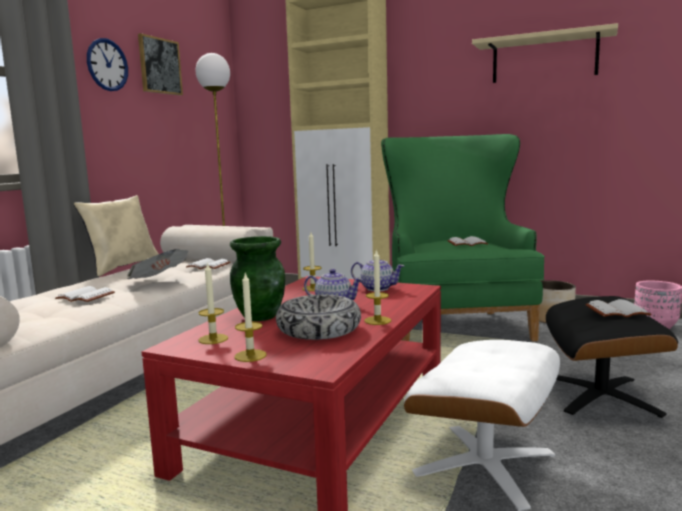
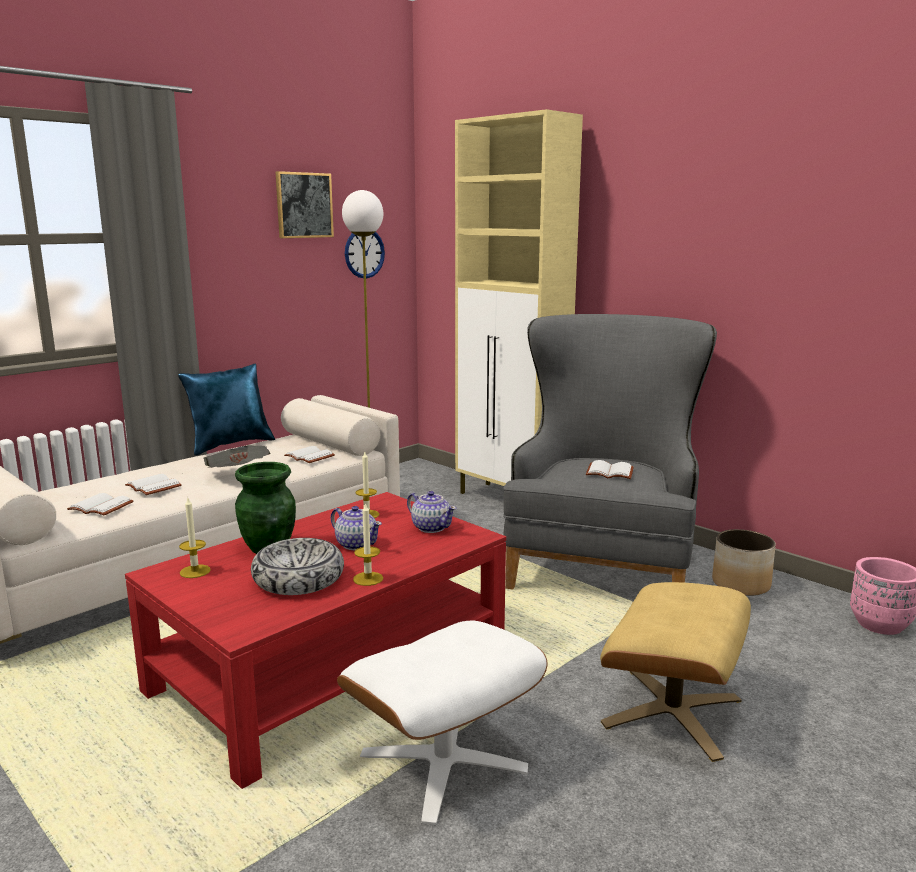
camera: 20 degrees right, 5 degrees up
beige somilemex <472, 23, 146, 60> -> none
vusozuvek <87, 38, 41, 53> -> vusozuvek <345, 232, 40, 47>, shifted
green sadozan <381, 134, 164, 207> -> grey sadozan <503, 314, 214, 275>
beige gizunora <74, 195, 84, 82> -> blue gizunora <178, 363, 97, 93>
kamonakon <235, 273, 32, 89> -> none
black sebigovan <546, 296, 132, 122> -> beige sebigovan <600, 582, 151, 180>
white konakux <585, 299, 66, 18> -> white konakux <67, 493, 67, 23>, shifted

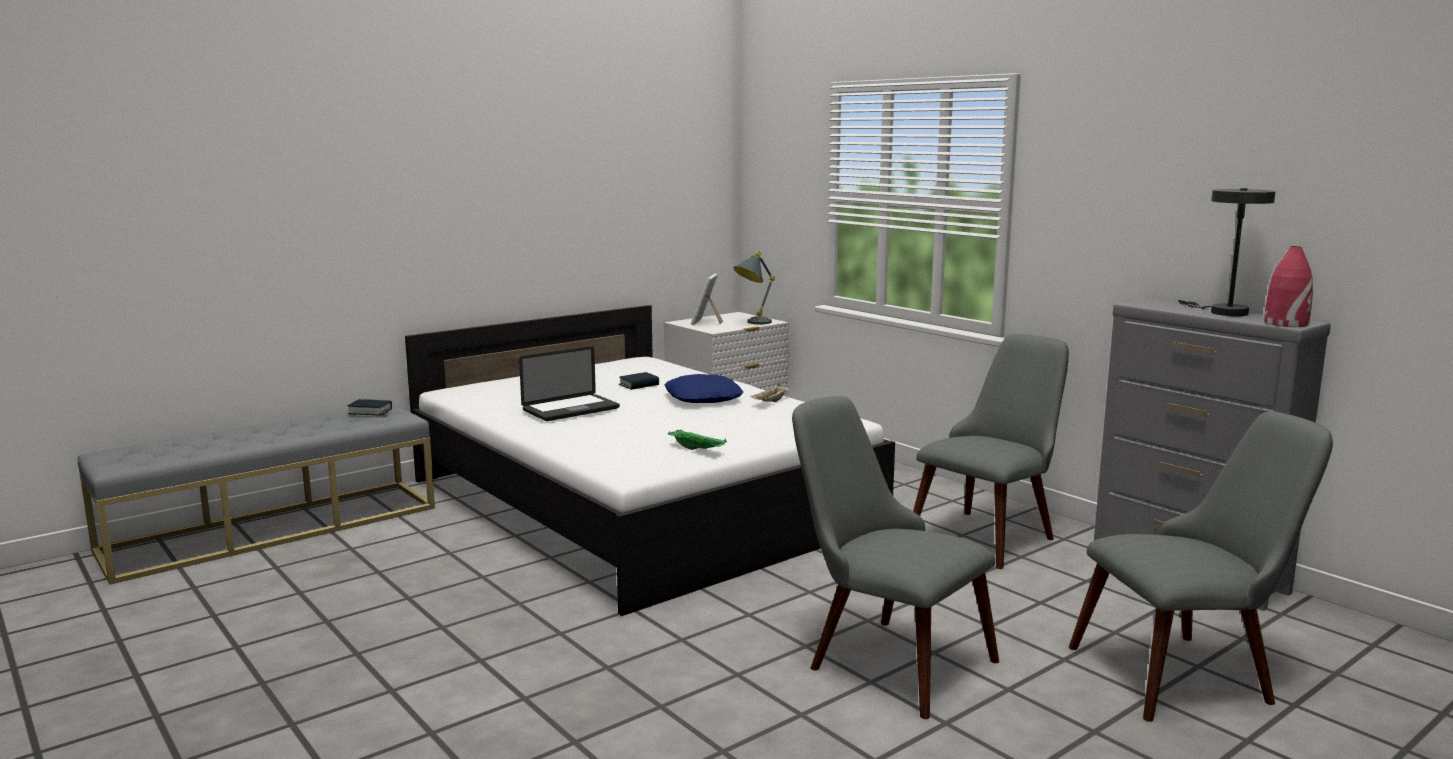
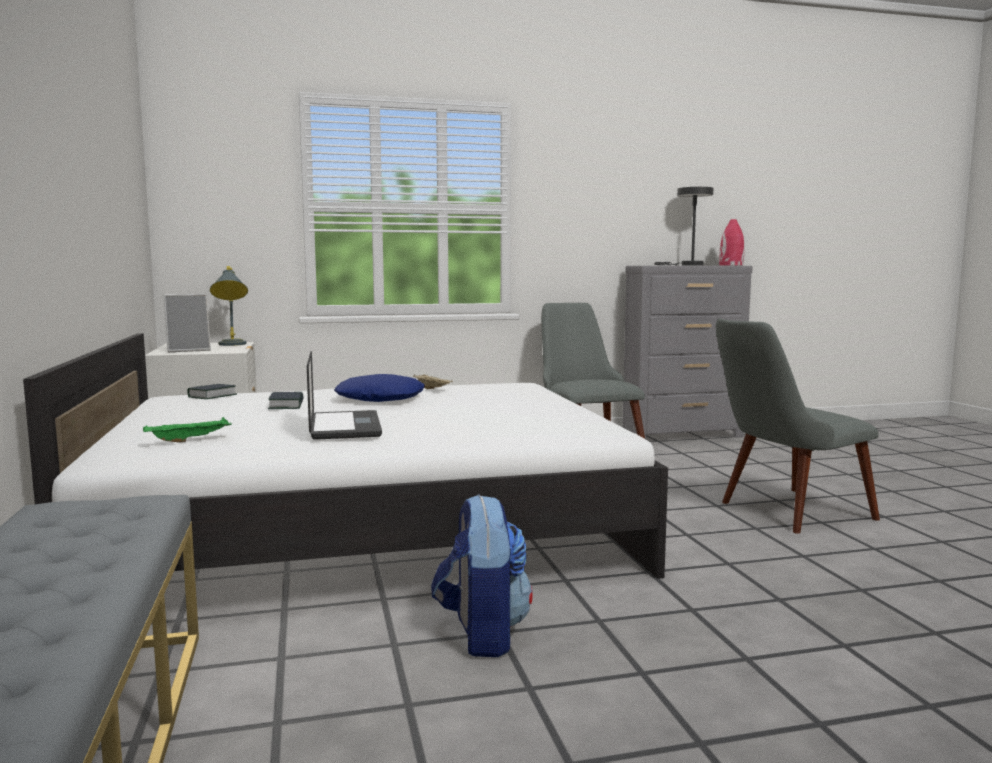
camera: 65 degrees left, 5 degrees down
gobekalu <691, 273, 32, 52> -> gobekalu <164, 294, 47, 58>, 60 degrees counterclockwise
konakux <347, 399, 45, 16> -> konakux <187, 384, 50, 15>, shifted
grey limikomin <1069, 411, 264, 311> -> none
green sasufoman <668, 430, 59, 20> -> green sasufoman <143, 417, 89, 25>, shifted
none -> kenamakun <431, 494, 102, 163>

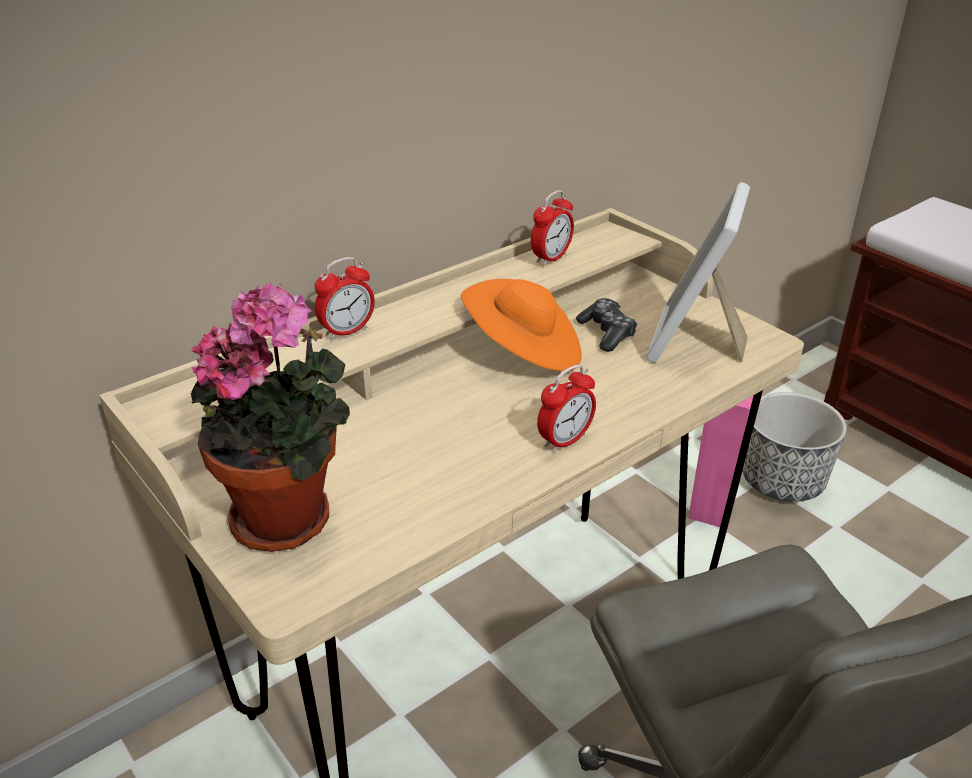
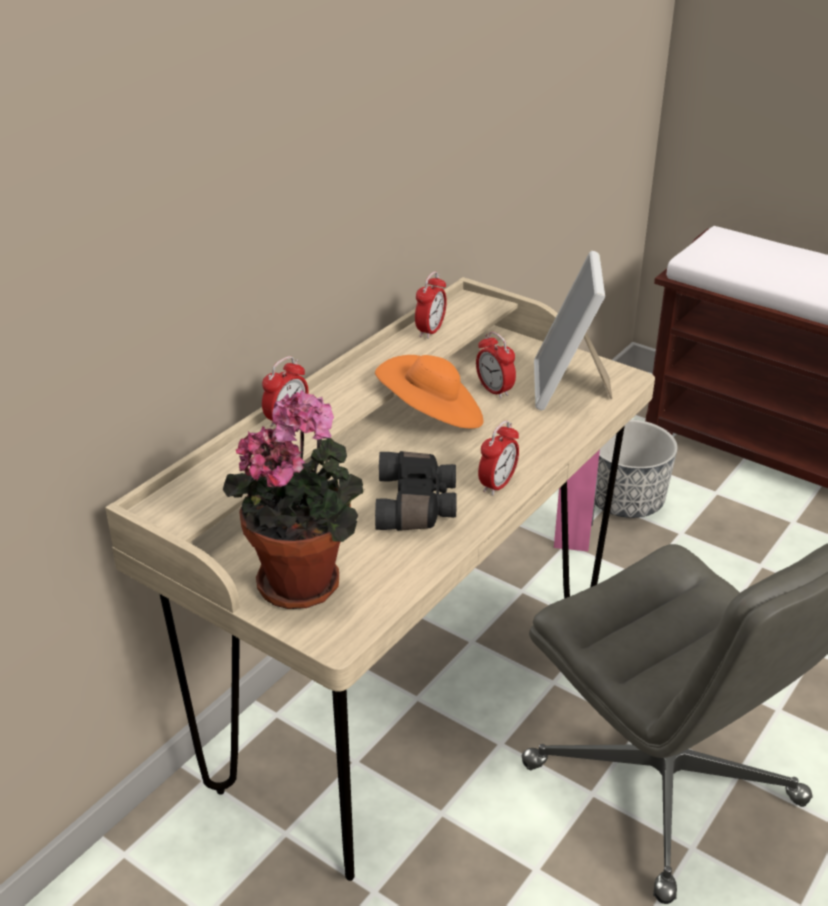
camera: 15 degrees left, 0 degrees up
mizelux <576, 298, 62, 54> -> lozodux <476, 331, 40, 68>
none -> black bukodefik <375, 451, 82, 80>

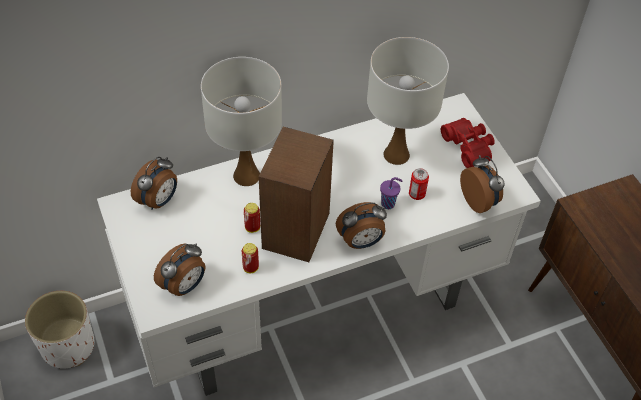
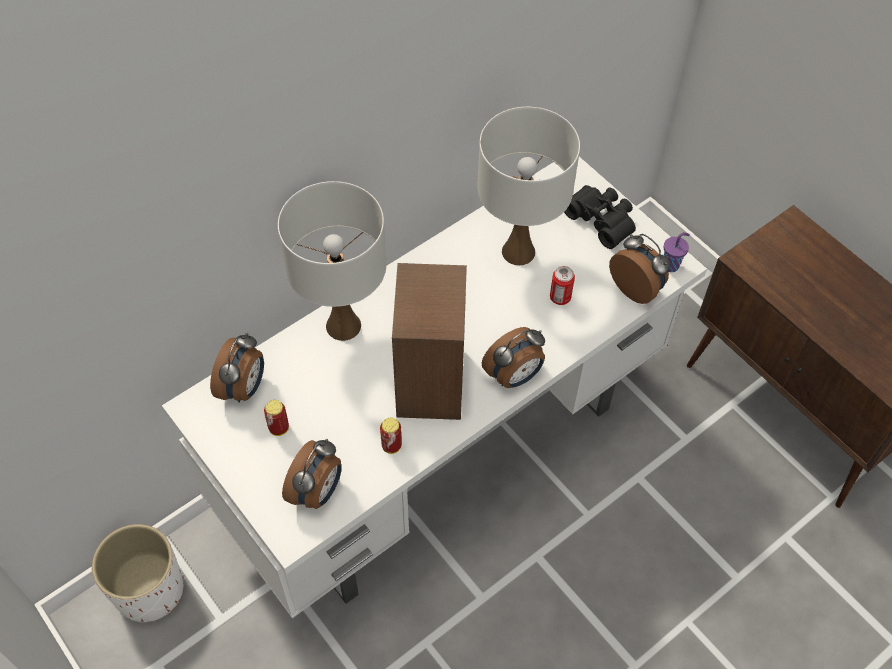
camera: 15 degrees left, 5 degrees up
red bukodefik <441, 118, 54, 50> -> black bukodefik <564, 185, 72, 64>
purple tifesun <380, 177, 23, 32> -> purple tifesun <664, 232, 26, 40>, shifted
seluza <244, 203, 16, 30> -> seluza <264, 400, 25, 36>, shifted

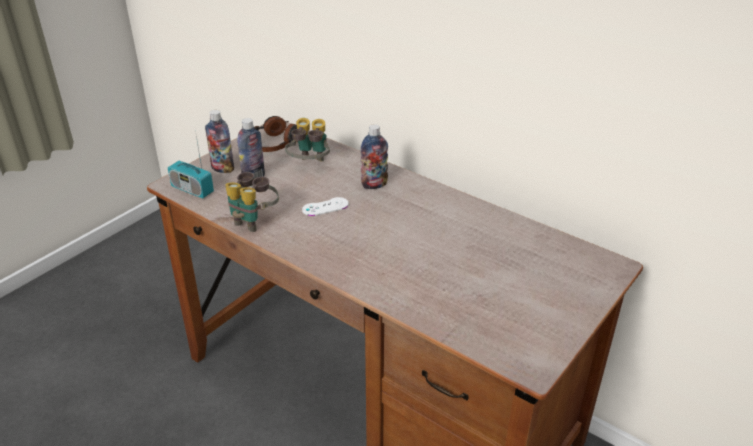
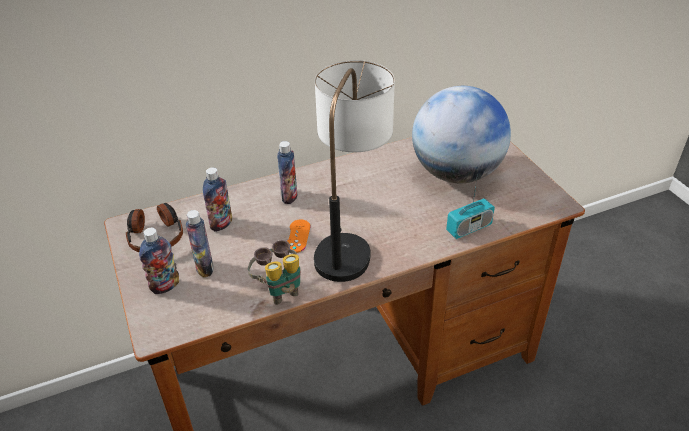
camera: 60 degrees left, 5 degrees up
bukodefik <285, 118, 45, 43> -> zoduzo <203, 167, 29, 65>
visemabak <168, 130, 46, 69> -> visemabak <446, 166, 49, 73>, shifted
white mizelux <302, 197, 47, 19> -> orange mizelux <287, 219, 23, 34>
none -> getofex <314, 60, 81, 222>
none -> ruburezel <412, 86, 99, 97>

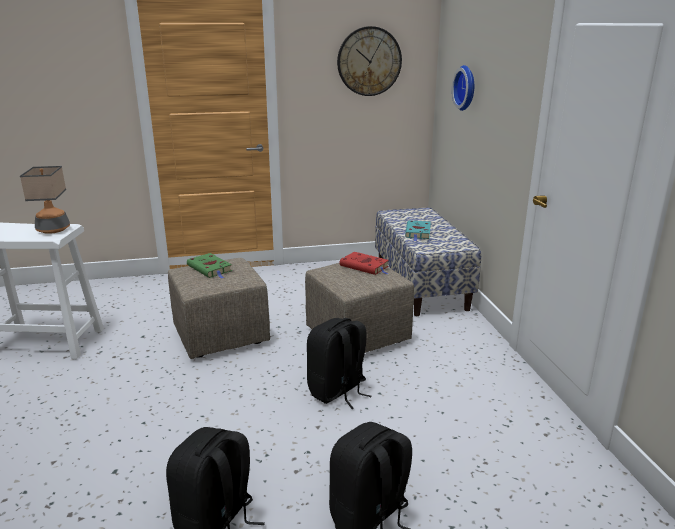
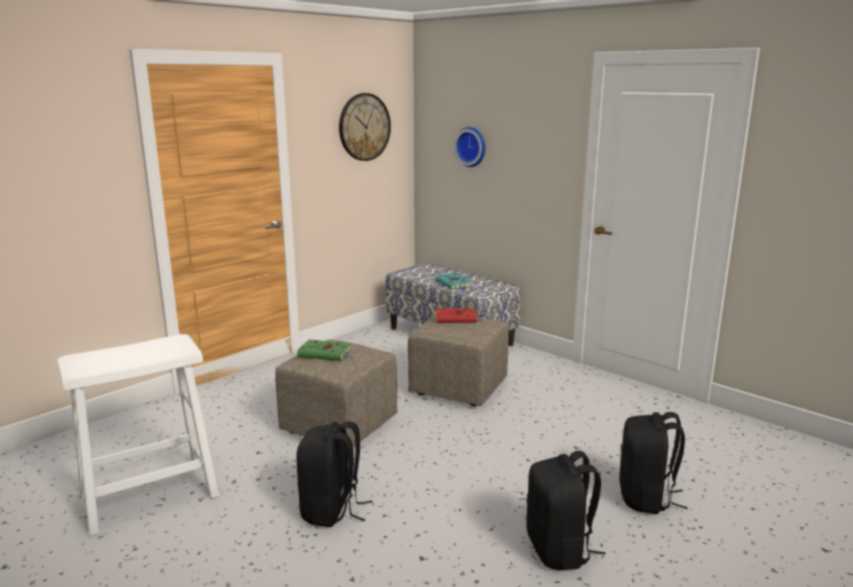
camera: 35 degrees left, 5 degrees down
getofex <20, 166, 50, 68> -> none
black kenamakun <307, 318, 65, 91> -> black kenamakun <296, 421, 76, 106>, shifted

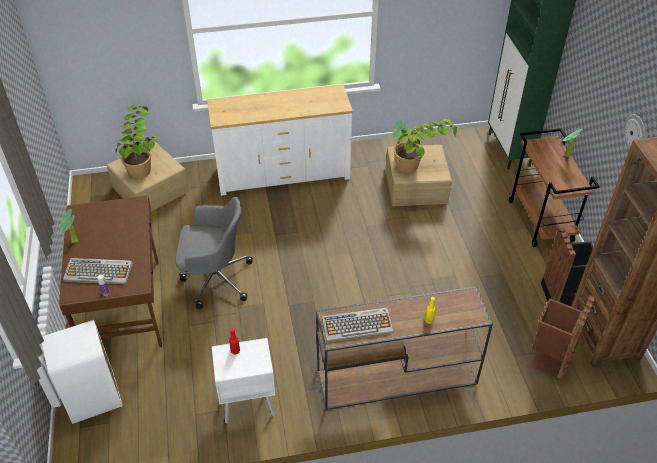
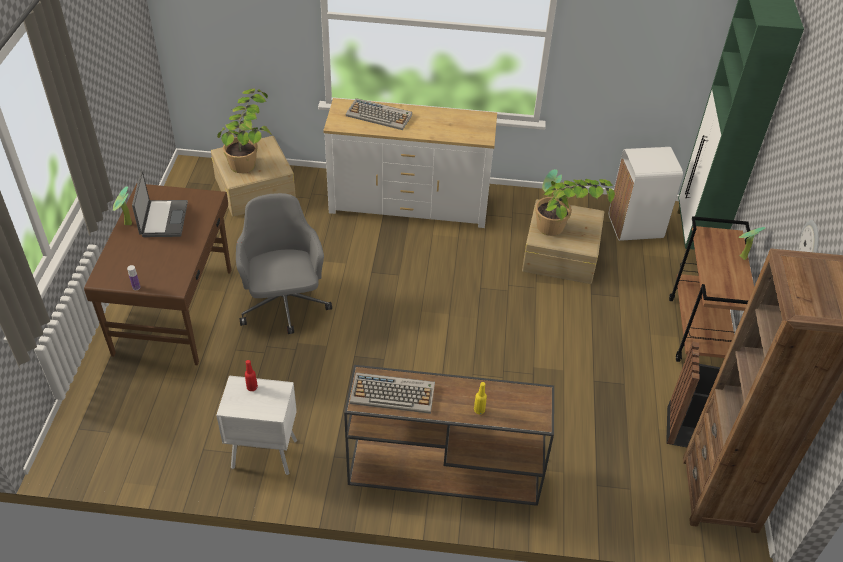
camera: 15 degrees right, 0 degrees up
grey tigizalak <175, 197, 78, 112> -> grey tigizalak <236, 193, 96, 141>, 120 degrees counterclockwise
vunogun <63, 258, 70, 26> -> vunogun <346, 98, 66, 32>, shifted
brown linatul <530, 295, 66, 85> -> none
white linatul <42, 320, 81, 104> -> white linatul <609, 147, 74, 94>, shifted
none -> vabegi <132, 171, 56, 66>

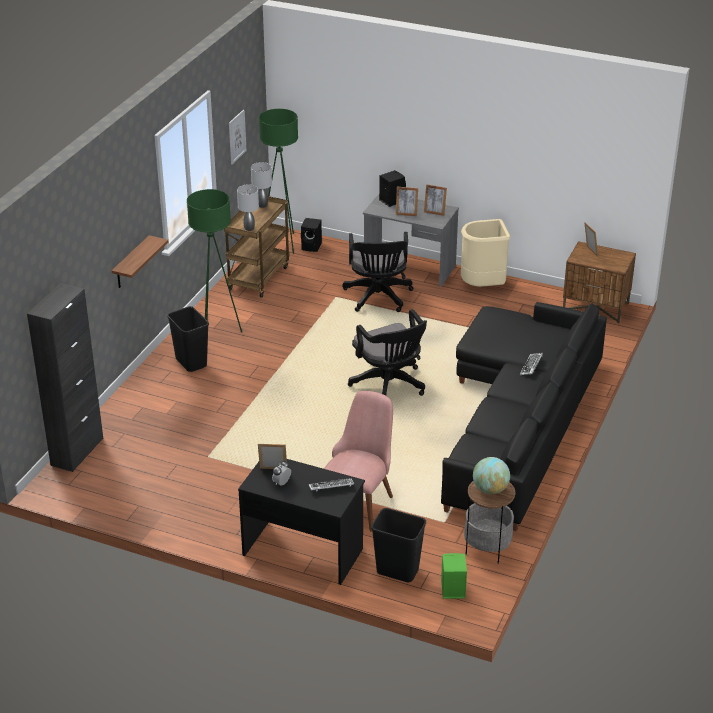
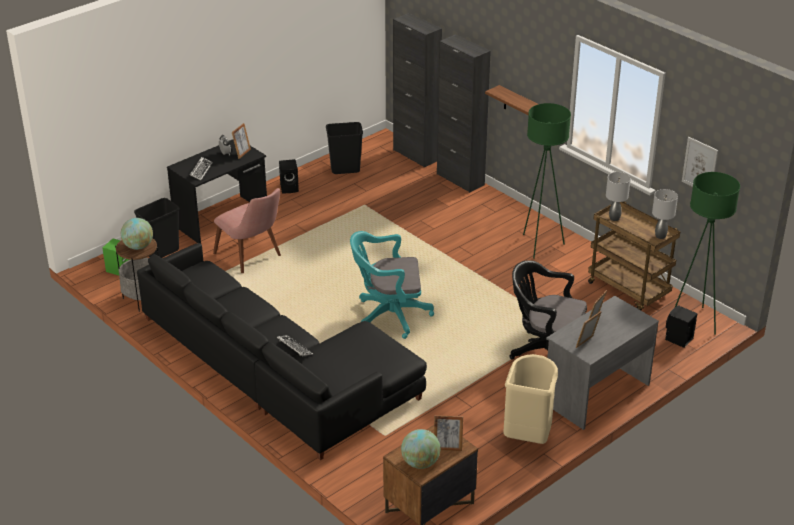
camera: 115 degrees right, 0 degrees up
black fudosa <379, 170, 27, 37> -> black fudosa <279, 159, 20, 34>, shifted
black linatul <167, 306, 42, 66> -> black linatul <326, 122, 37, 52>, shifted
black tigizalak <348, 309, 79, 87> -> turquoise tigizalak <350, 231, 84, 108>
none -> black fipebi <437, 34, 54, 159>
none -> ruburezel <401, 429, 39, 40>

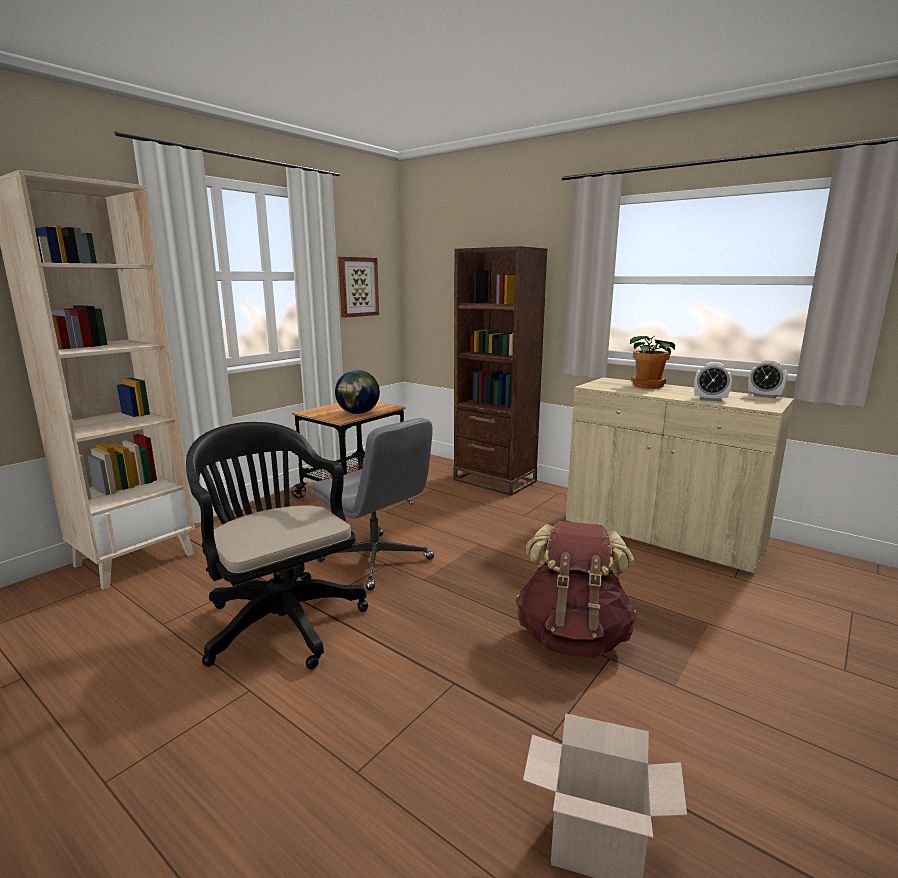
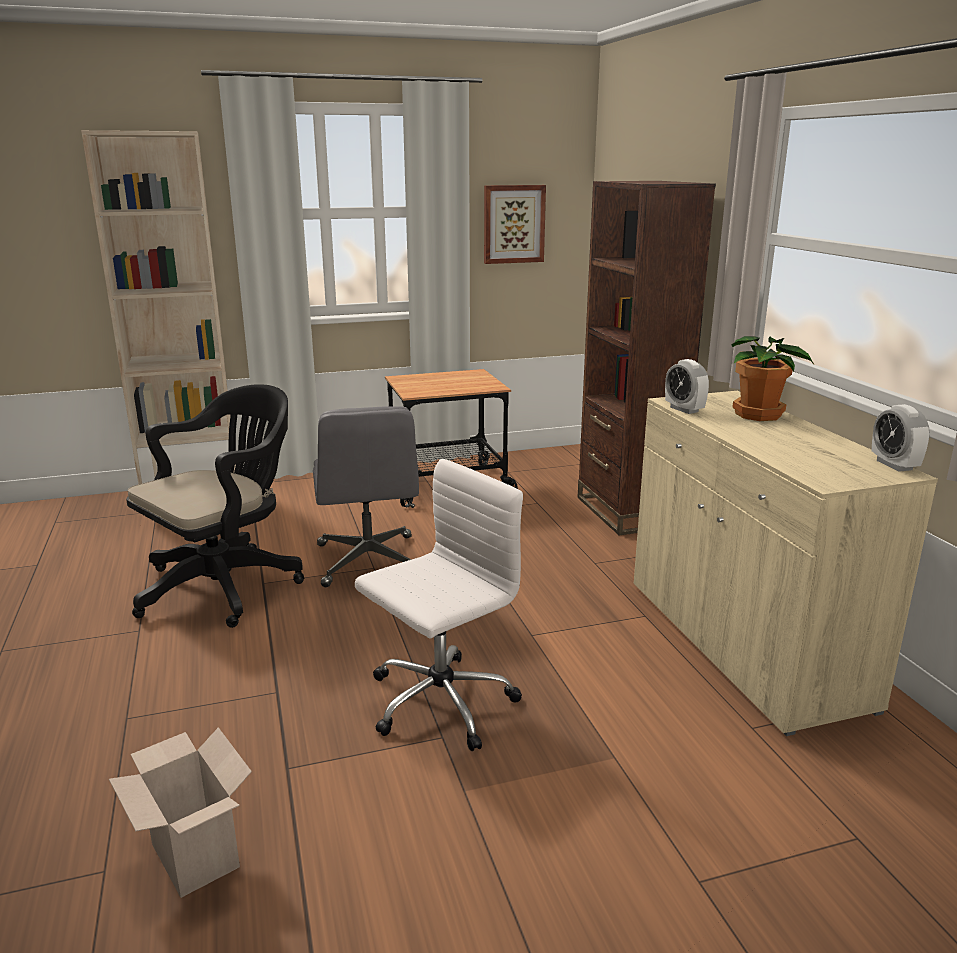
camera: 35 degrees right, 5 degrees up
lozodux <694, 362, 38, 40> -> lozodux <665, 359, 44, 55>, shifted
ruburezel <335, 370, 45, 44> -> none
black tigizalak <186, 422, 182, 247> -> black tigizalak <126, 384, 178, 244>, 45 degrees clockwise
brown kenamakun <515, 521, 122, 137> -> white tigizalak <355, 459, 168, 292>

